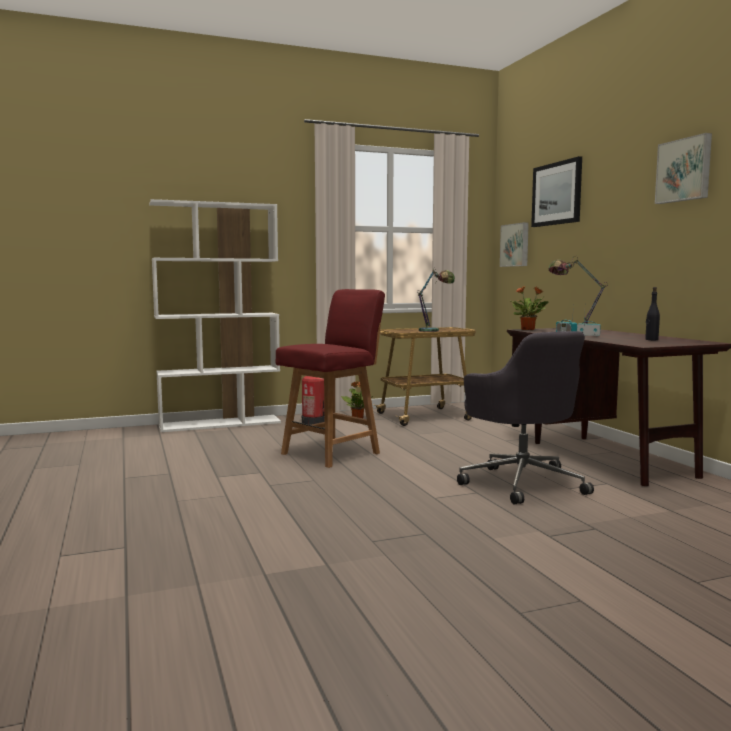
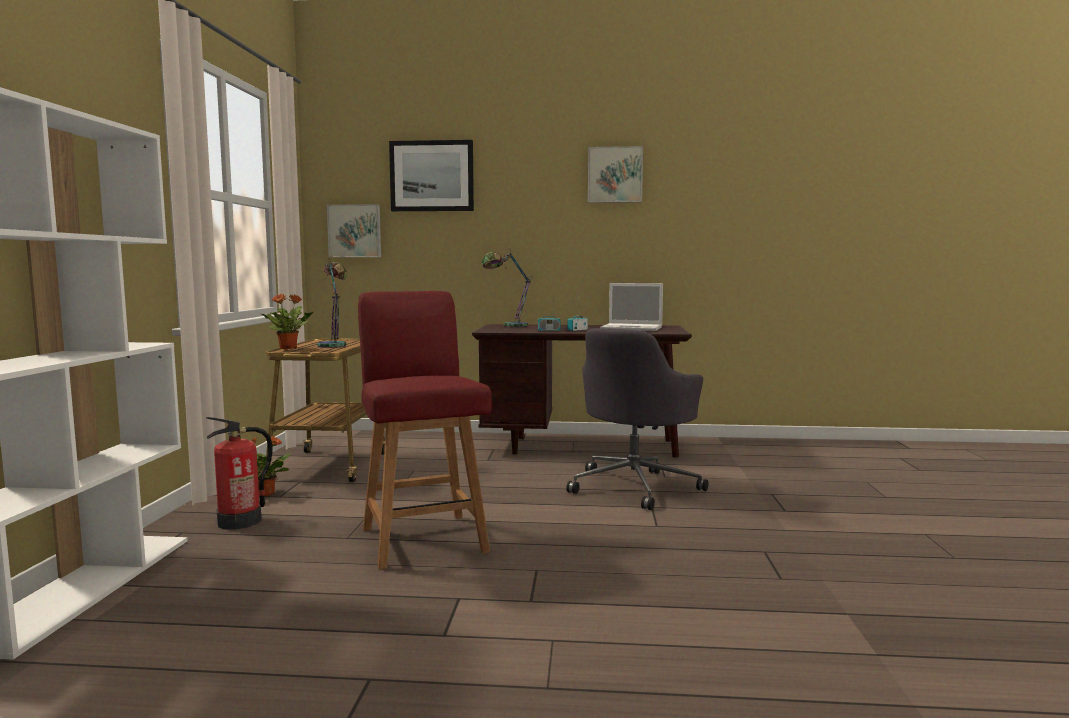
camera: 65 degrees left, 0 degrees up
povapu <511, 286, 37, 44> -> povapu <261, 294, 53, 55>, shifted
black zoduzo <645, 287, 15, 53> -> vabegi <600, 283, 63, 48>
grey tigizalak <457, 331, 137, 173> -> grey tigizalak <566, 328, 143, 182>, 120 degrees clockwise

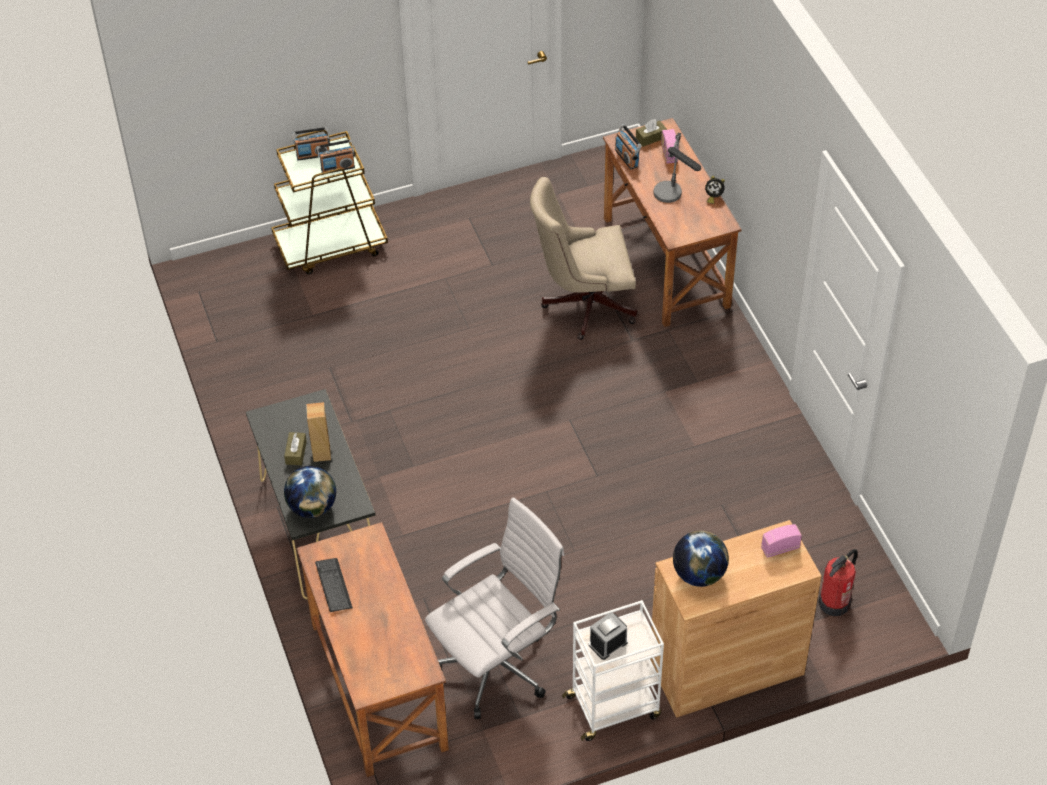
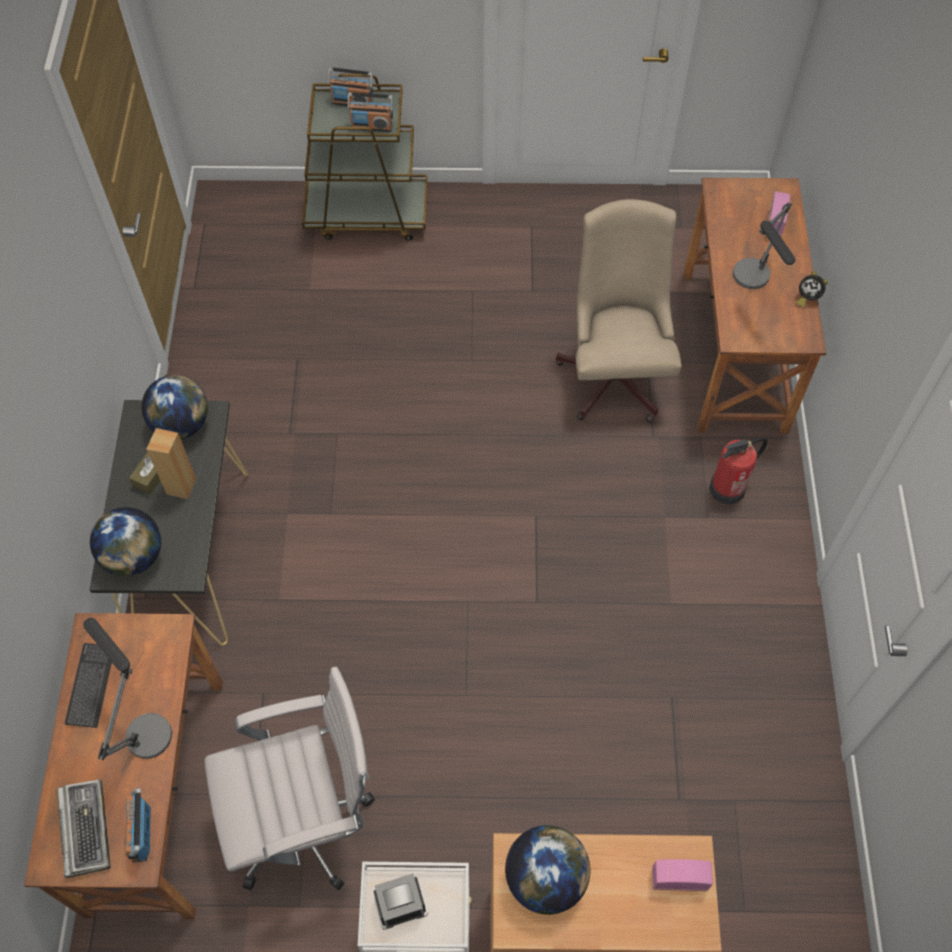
camera: 20 degrees right, 10 degrees up
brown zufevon <636, 119, 31, 27> -> none
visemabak <615, 124, 27, 46> -> visemabak <124, 788, 27, 74>, shifted
beige tigizalak <530, 177, 107, 163> -> beige tigizalak <556, 199, 126, 224>, 75 degrees clockwise
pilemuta <819, 549, 39, 67> -> pilemuta <709, 437, 59, 68>, shifted
none -> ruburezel <142, 375, 66, 64>
none -> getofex <83, 618, 89, 142>
none -> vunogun <57, 779, 54, 99>

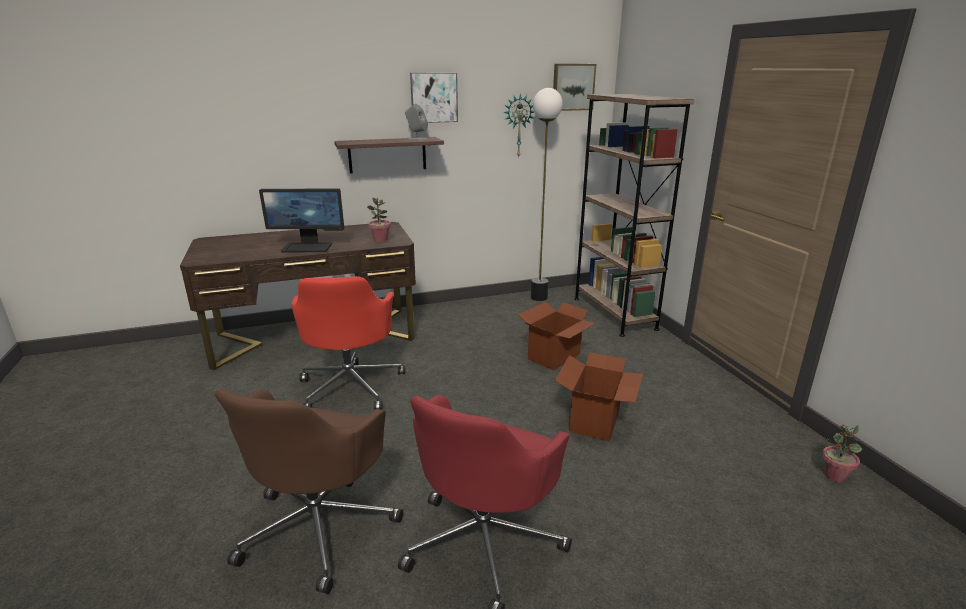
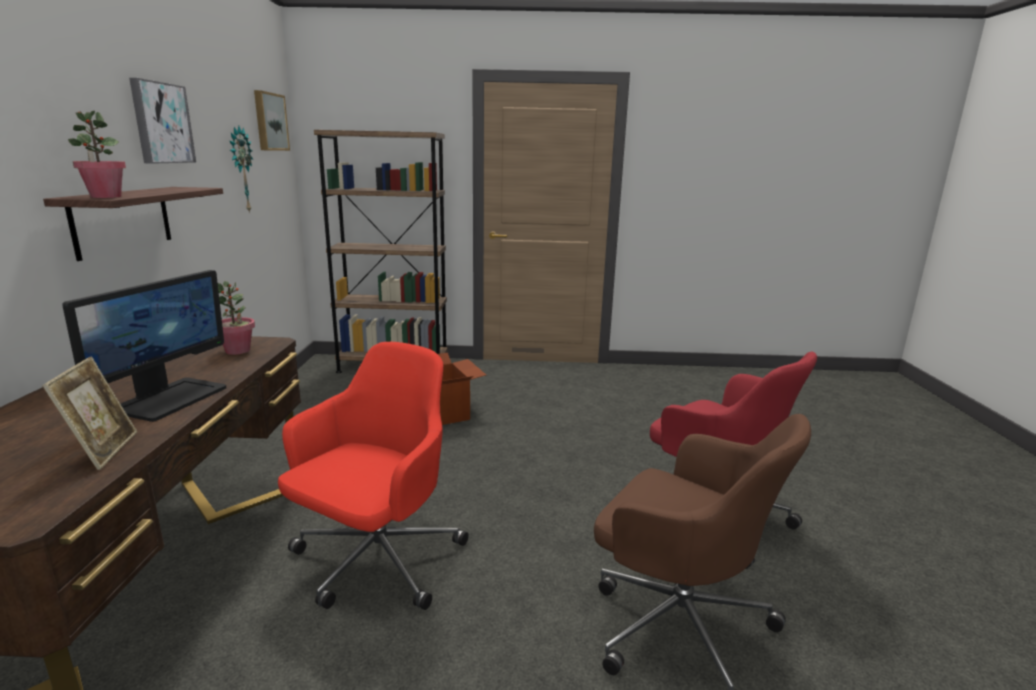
camera: 70 degrees left, 5 degrees down
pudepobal <531, 88, 32, 213> -> none
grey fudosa <405, 104, 23, 36> -> none
red tigizalak <291, 276, 114, 134> -> red tigizalak <278, 342, 191, 268>, 75 degrees counterclockwise
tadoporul <555, 352, 88, 89> -> none
povapu <822, 424, 40, 58> -> povapu <68, 111, 58, 87>, shifted
none -> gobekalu <43, 356, 94, 114>

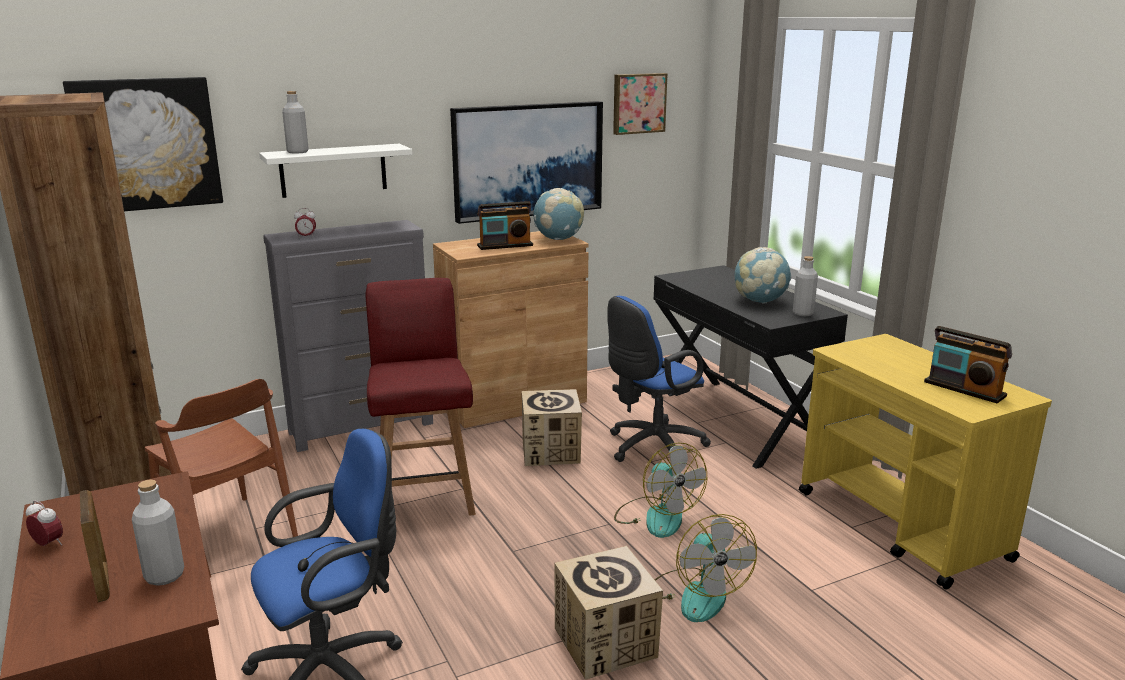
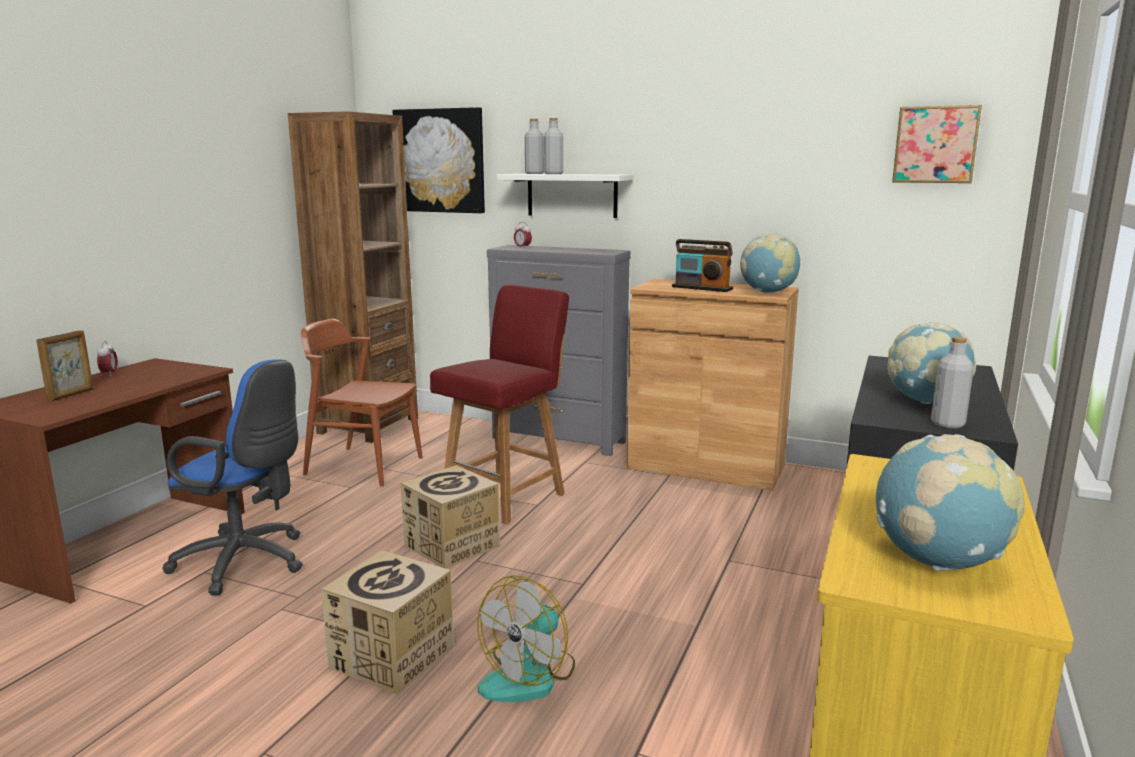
camera: 50 degrees right, 5 degrees down
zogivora <450, 101, 153, 123> -> none
blue tigizalak <607, 296, 104, 166> -> none
visemabak <924, 326, 88, 77> -> ruburezel <876, 434, 149, 137>
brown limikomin <145, 379, 153, 199> -> brown limikomin <301, 319, 122, 168>, 105 degrees clockwise
tadoporul <522, 389, 60, 77> -> tadoporul <401, 465, 99, 104>, shifted
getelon <614, 442, 93, 96> -> none
grey zoduzo <132, 480, 52, 106> -> grey zoduzo <544, 118, 19, 56>, shifted

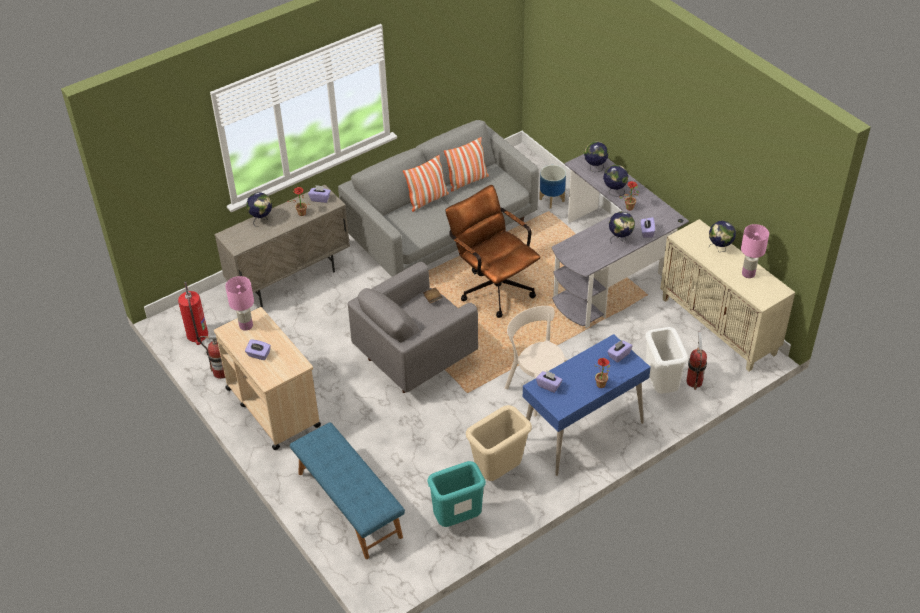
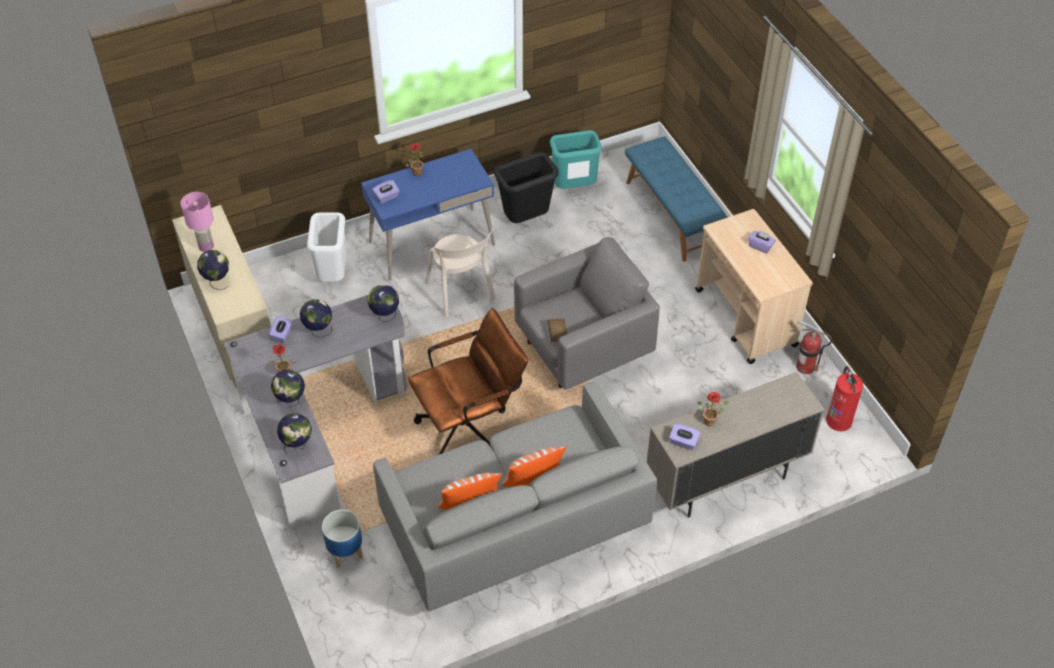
camera: 170 degrees left, 5 degrees up
brown tigizalak <445, 185, 96, 133> -> brown tigizalak <408, 308, 120, 146>, 90 degrees counterclockwise
ruburezel <246, 192, 26, 35> -> ruburezel <367, 284, 32, 38>, shifted
pink getofex <225, 276, 29, 55> -> none
pilemuta <686, 332, 21, 58> -> none
purple zufevon <536, 371, 26, 22> -> none
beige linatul <466, 405, 66, 76> -> black linatul <494, 152, 65, 71>

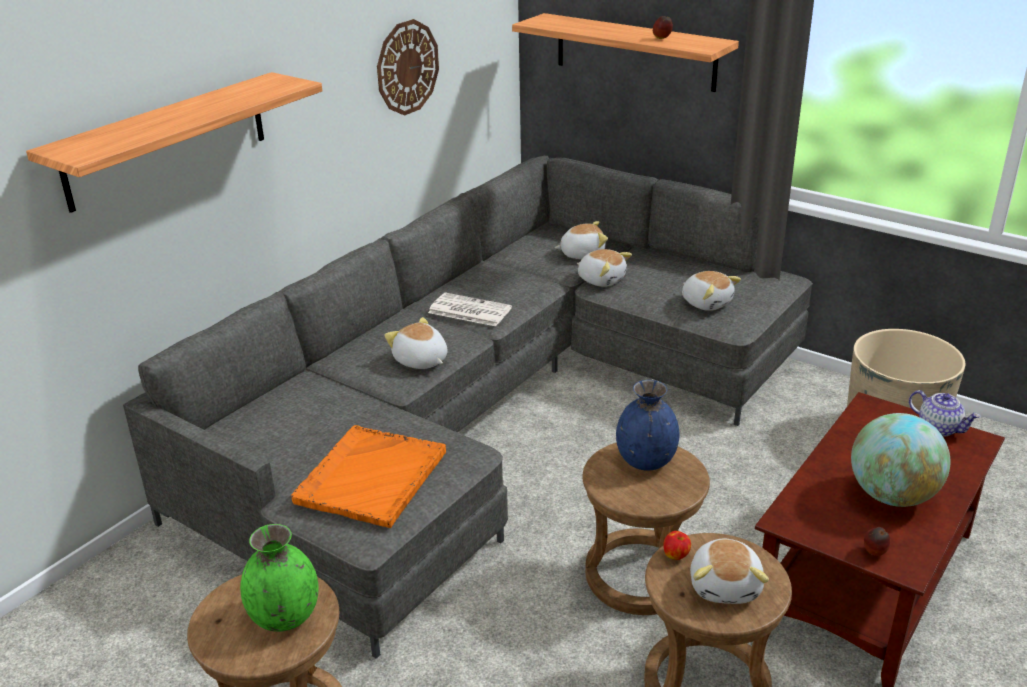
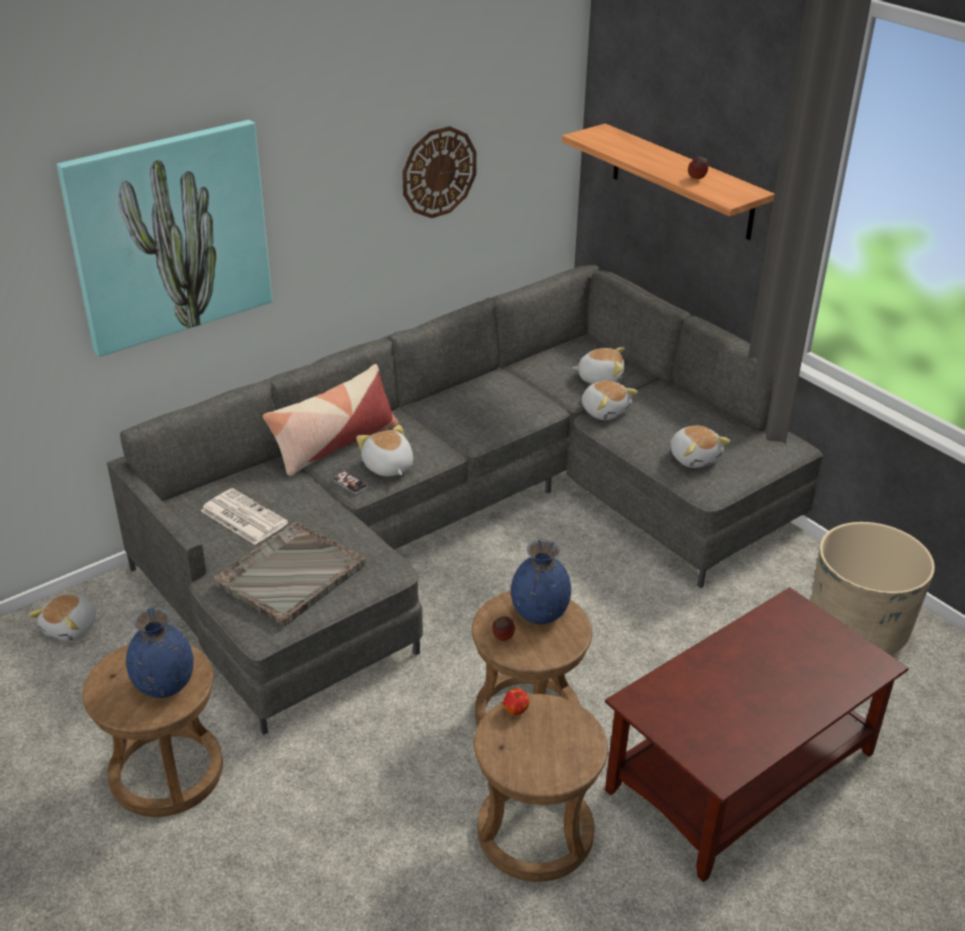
camera: 15 degrees right, 5 degrees up
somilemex <26, 72, 296, 141> -> zogivora <56, 120, 216, 237>
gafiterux <428, 292, 84, 34> -> gafiterux <201, 488, 87, 57>, shifted
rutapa <909, 390, 72, 47> -> none
ruburezel <851, 413, 100, 94> -> none
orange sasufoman <291, 425, 155, 103> -> grey sasufoman <213, 521, 153, 105>
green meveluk <240, 524, 79, 108> -> blue meveluk <126, 608, 67, 90>
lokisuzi <864, 527, 27, 29> -> lokisuzi <492, 616, 23, 25>, shifted
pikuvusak <690, 539, 79, 65> -> pikuvusak <29, 594, 67, 47>, shifted
none -> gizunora <263, 364, 136, 112>
none -> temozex <333, 471, 35, 23>

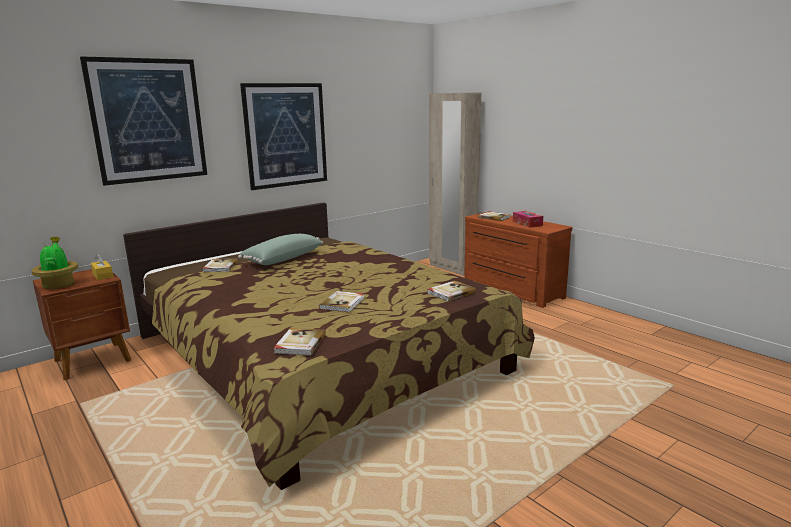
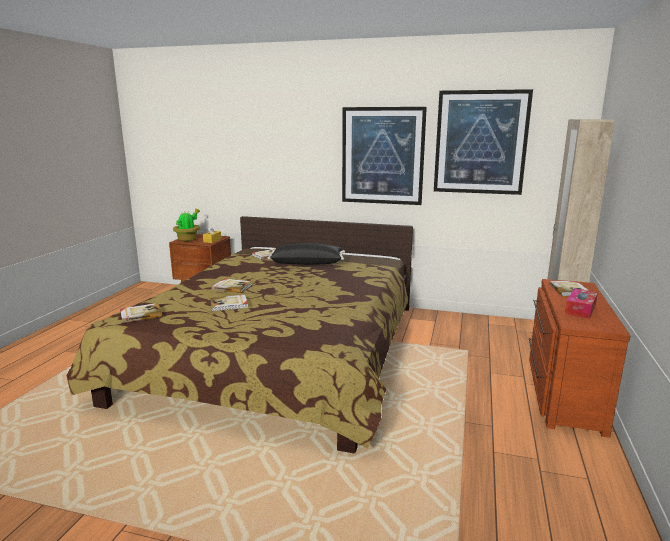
camera: 55 degrees right, 0 degrees up
zogivora <80, 56, 127, 130> -> zogivora <434, 89, 99, 106>, shifted
green gizunora <238, 234, 85, 31> -> black gizunora <268, 243, 77, 22>
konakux <427, 281, 49, 20> -> konakux <212, 279, 40, 14>, shifted

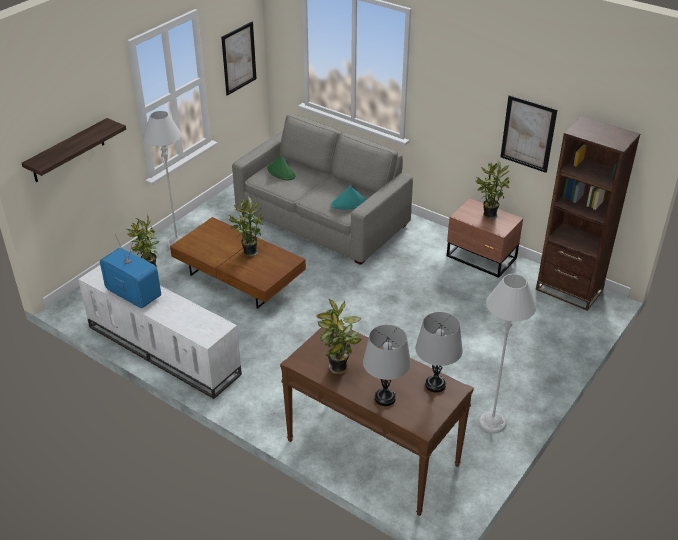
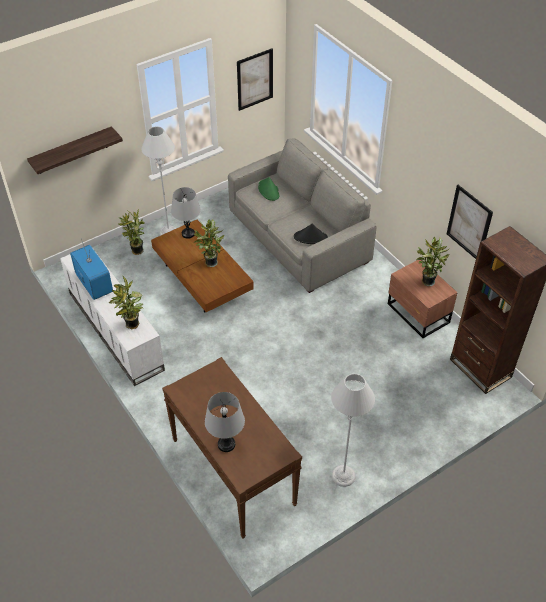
camera: 20 degrees right, 10 degrees up
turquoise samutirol <331, 186, 36, 24> -> black samutirol <294, 224, 34, 20>
povapu <316, 299, 46, 75> -> povapu <109, 275, 34, 55>, shifted
grey getofex <415, 312, 48, 81> -> grey getofex <171, 187, 30, 52>, shifted

